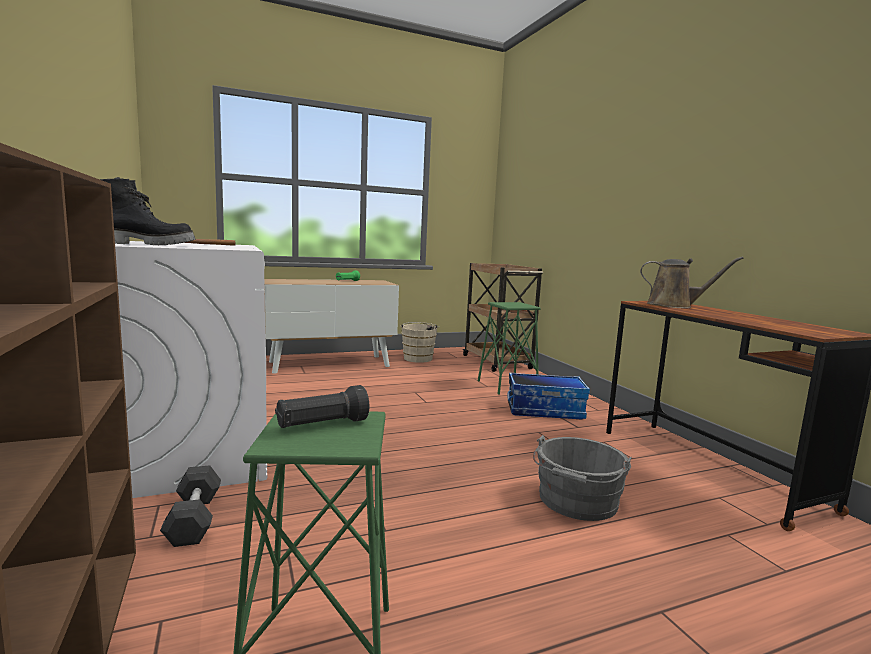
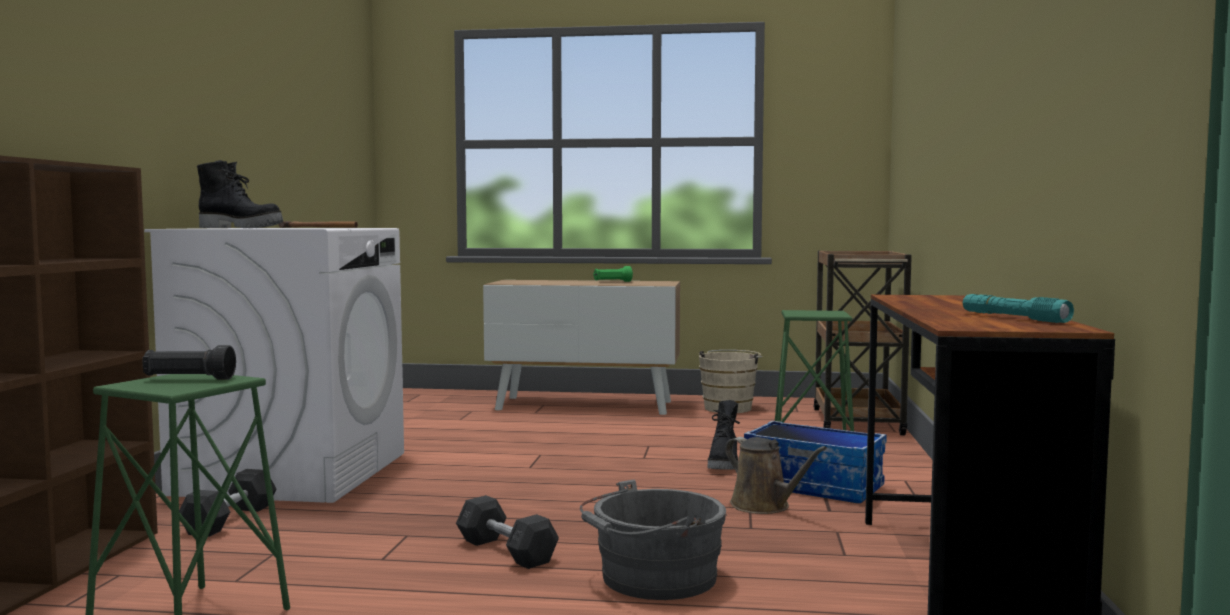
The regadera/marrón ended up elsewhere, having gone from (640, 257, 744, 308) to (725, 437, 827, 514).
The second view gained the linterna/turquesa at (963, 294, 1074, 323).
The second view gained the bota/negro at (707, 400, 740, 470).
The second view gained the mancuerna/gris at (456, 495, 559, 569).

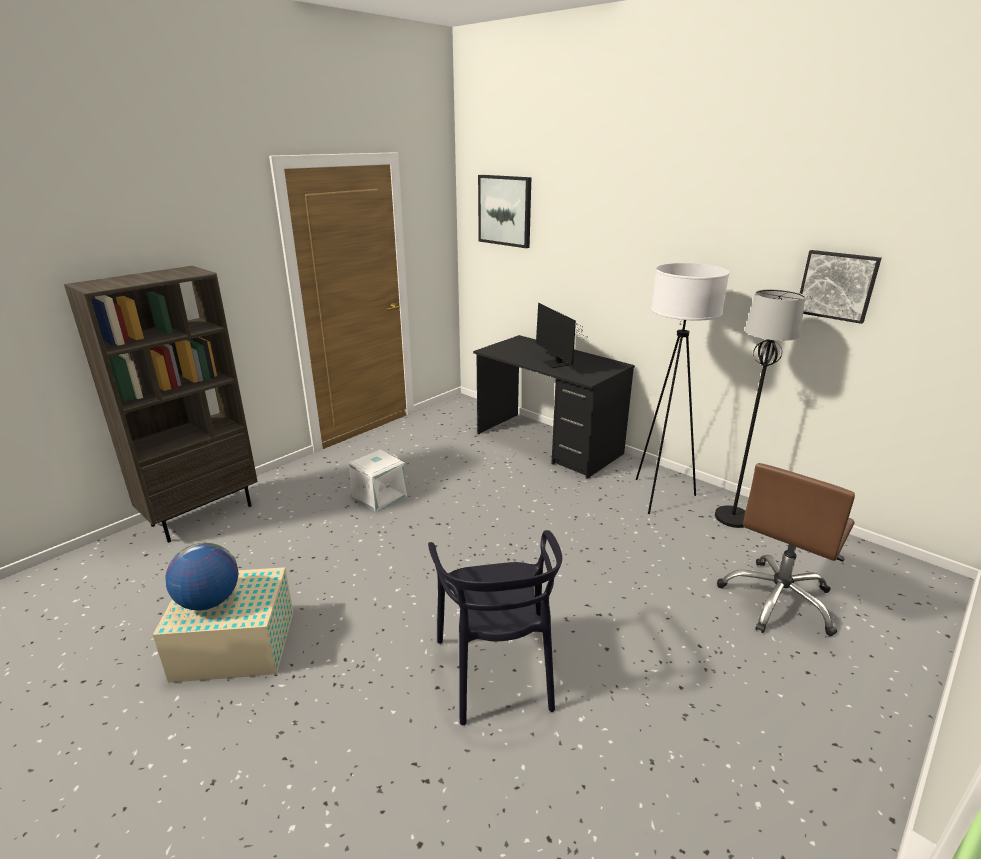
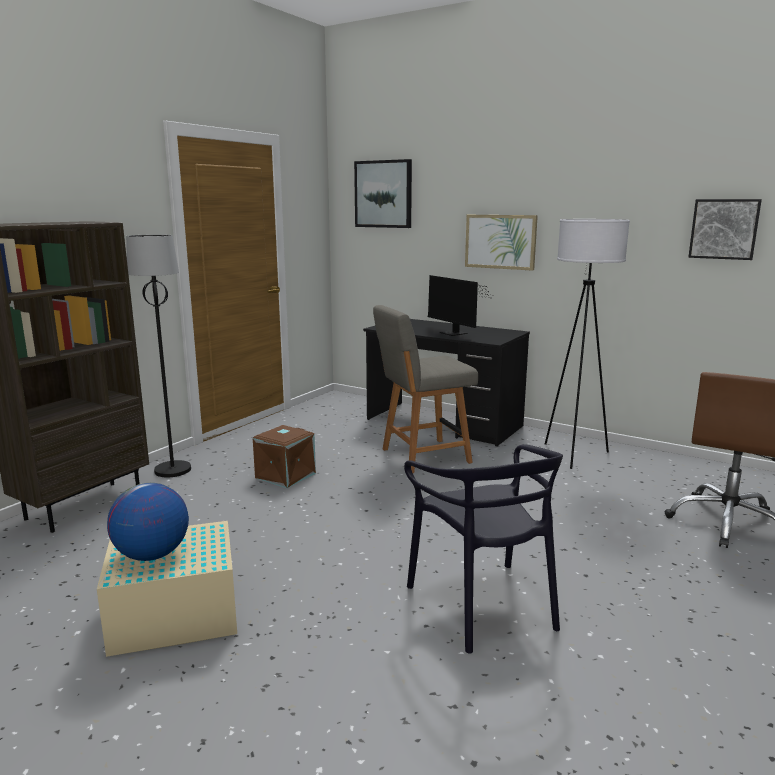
The lámpara de pie/negro ended up elsewhere, having gone from (715, 289, 805, 528) to (126, 235, 191, 477).
What was the caja de almacenaje/blanco at (349, 449, 407, 512) turned into the caja de almacenaje/marrón at (253, 425, 316, 488).
The second view gained the cuadro at (465, 215, 538, 271).
The second view gained the silla/gris at (373, 305, 478, 473).

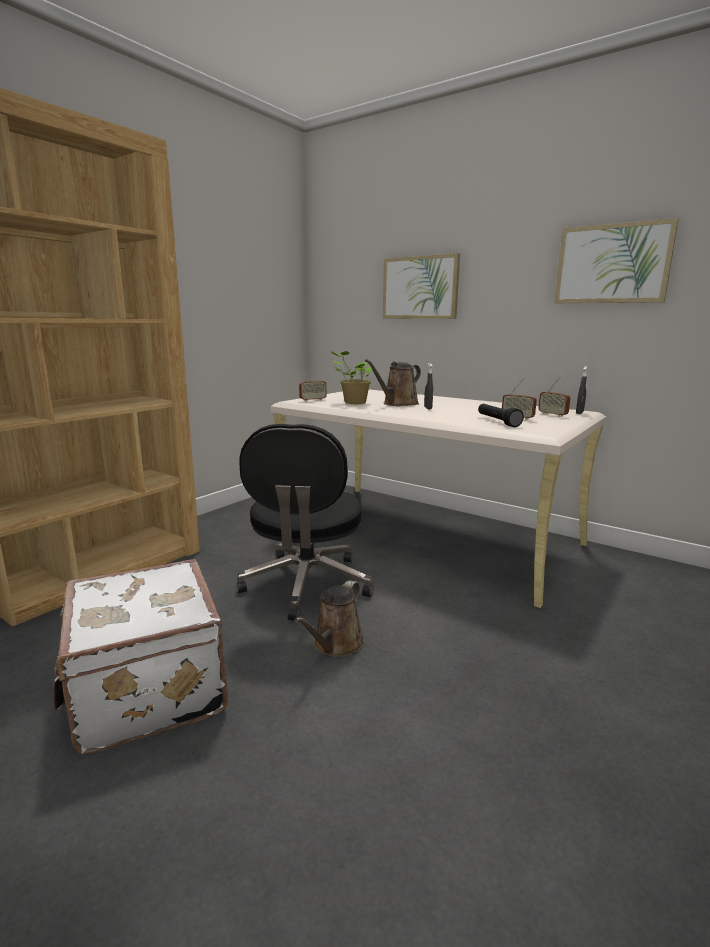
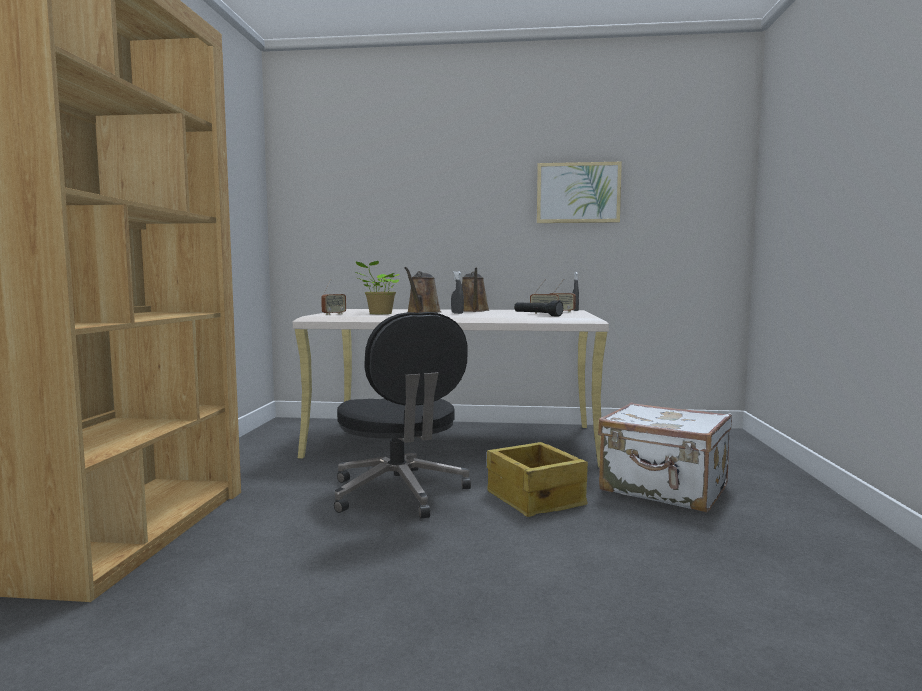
The second view lost the cuadro at (383, 253, 460, 319).
The maleta/blanco ended up elsewhere, having gone from (53, 559, 228, 754) to (598, 402, 732, 512).
The regadera/marrón ended up elsewhere, having gone from (294, 580, 365, 657) to (462, 268, 489, 312).
The second view gained the caja de embalaje at (487, 442, 588, 517).

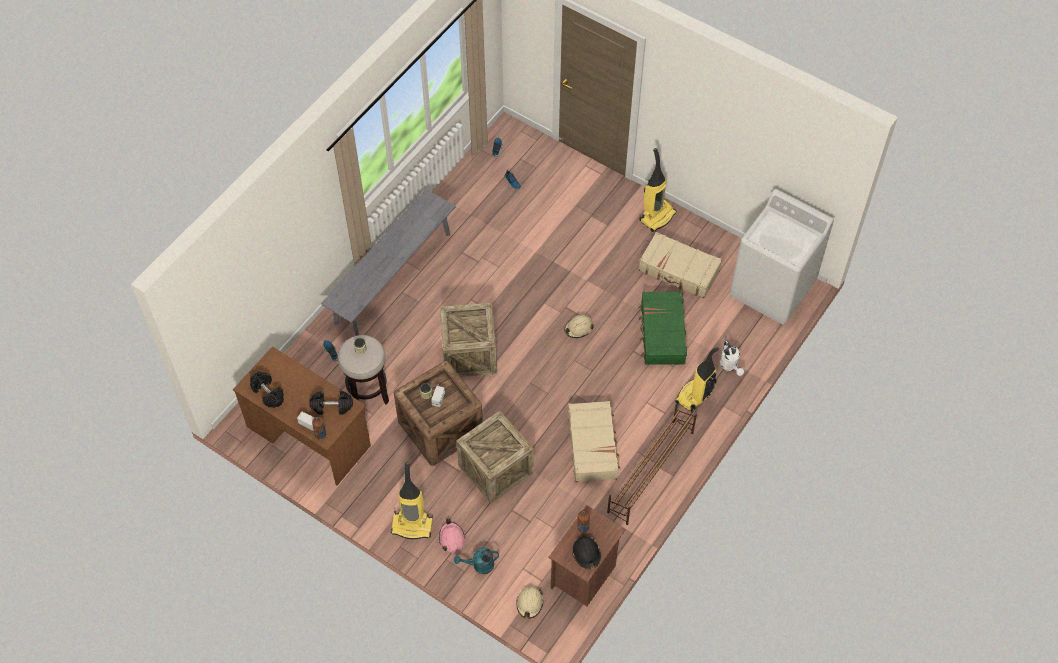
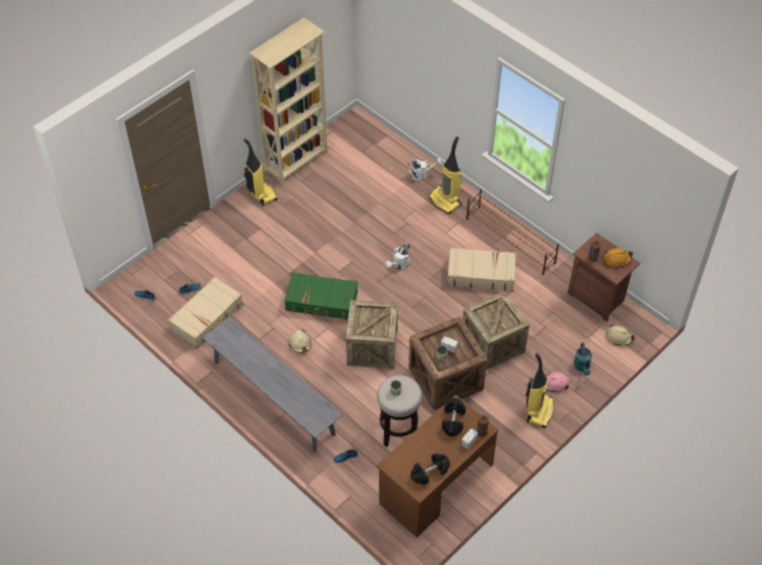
The second view lost the lavadora/blanco at (730, 189, 834, 325).
The maleta/beis ended up elsewhere, having gone from (638, 232, 722, 298) to (168, 277, 243, 348).
The maleta/verde ended up elsewhere, having gone from (638, 291, 687, 365) to (284, 272, 358, 320).
The casco/beis ended up elsewhere, having gone from (564, 315, 594, 338) to (289, 329, 311, 353).
What was the casco/negro at (572, 536, 601, 569) turned into the casco/naranja at (603, 248, 633, 268).
The second view gained the estantería/beis at (250, 17, 328, 185).
The second view gained the regadera/blanco at (386, 243, 410, 269).

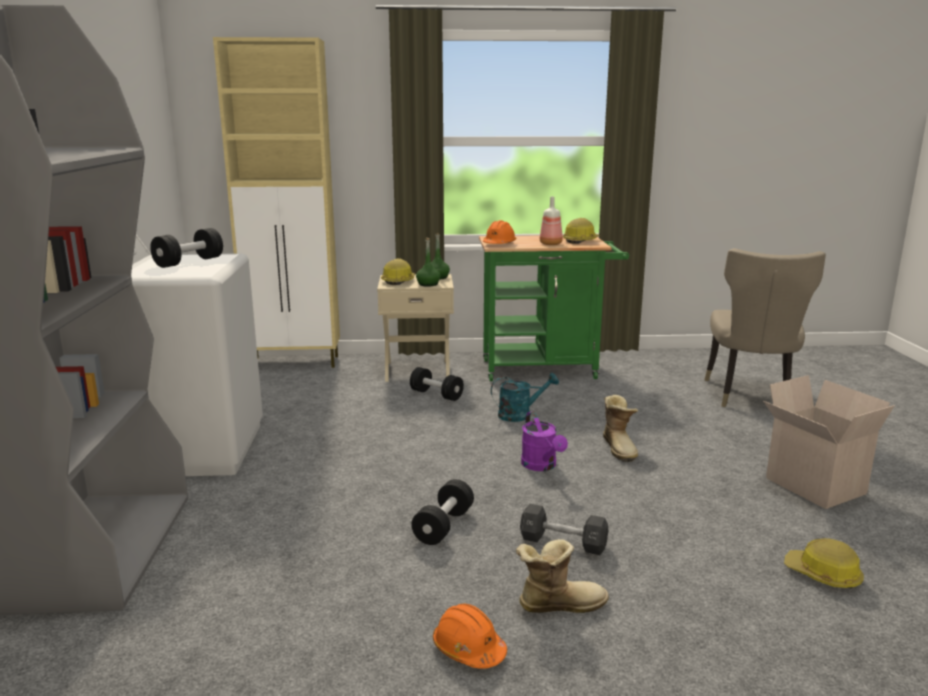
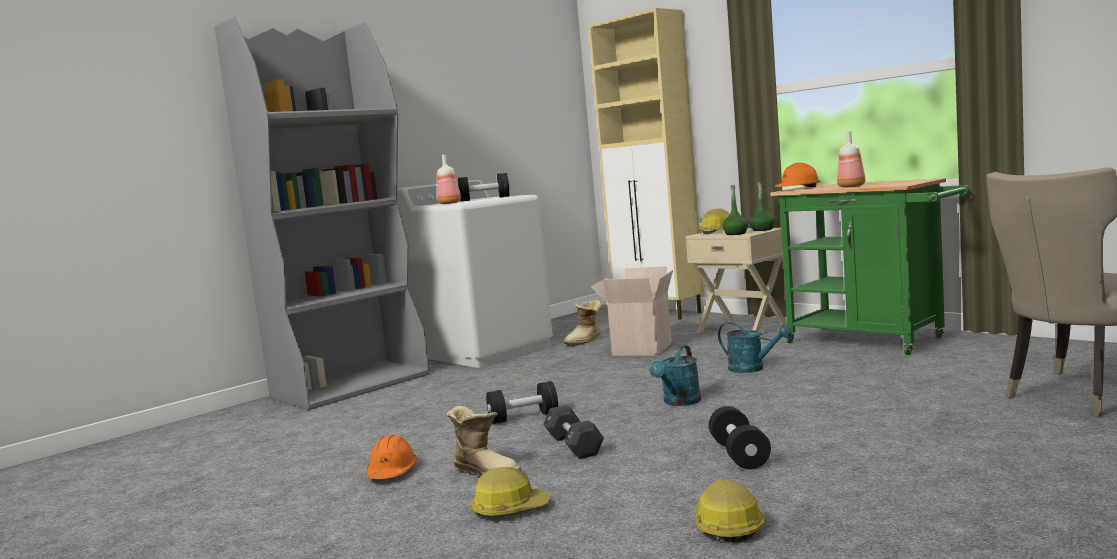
The casco ended up elsewhere, having gone from (563, 218, 600, 244) to (470, 467, 550, 517).
The mancuerna/negro ended up elsewhere, having gone from (410, 367, 464, 401) to (709, 406, 771, 469).
The caja de cartón ended up elsewhere, having gone from (763, 375, 895, 509) to (591, 266, 673, 356).
The bota ended up elsewhere, having gone from (603, 395, 638, 462) to (564, 300, 602, 347).
What was the regadera/morado at (521, 411, 568, 471) turned into the regadera/turquesa at (650, 346, 701, 406).
The second view gained the botella at (437, 155, 461, 204).

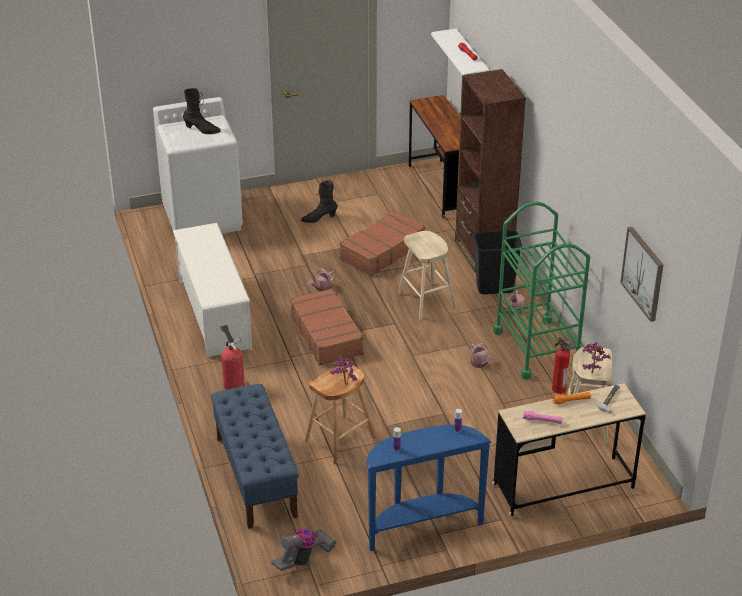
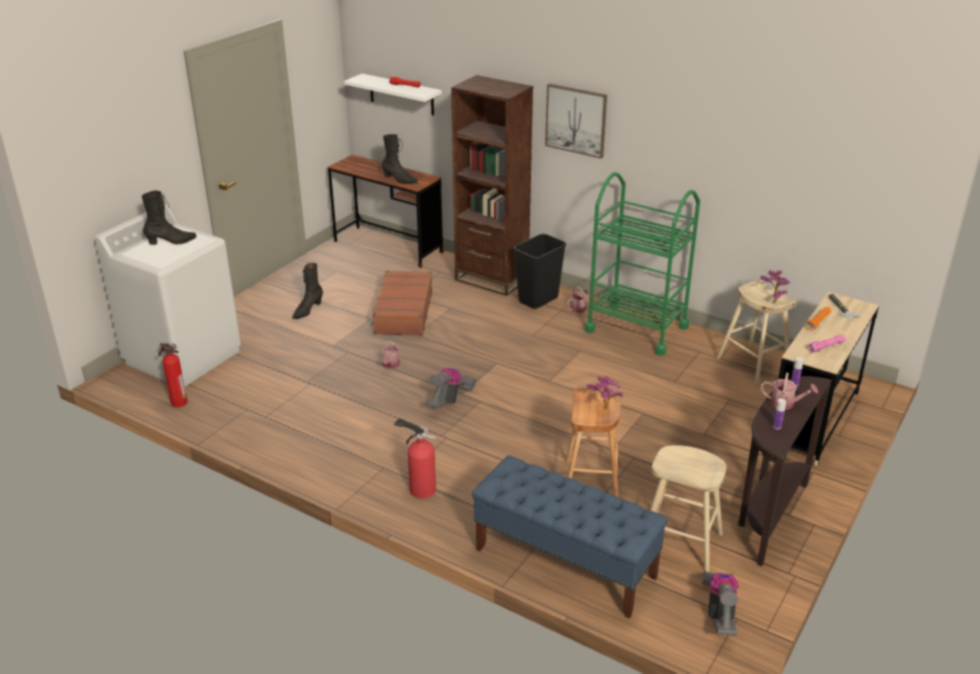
The second view lost the zapatero/blanco at (173, 223, 252, 357).
The cuadro ended up elsewhere, having gone from (620, 227, 663, 322) to (545, 83, 607, 159).
The taburete/beis ended up elsewhere, having gone from (398, 231, 456, 320) to (650, 445, 727, 572).
Where the maleta/marrón stood at (290, 288, 364, 365), the aspiradora came to stand at (425, 368, 476, 408).
The extintor ended up elsewhere, having gone from (552, 337, 571, 394) to (158, 343, 188, 407).
The regadera ended up elsewhere, having gone from (470, 343, 494, 368) to (761, 373, 818, 410).
What was the mesa consola/azul at (367, 425, 492, 551) turned into the mesa consola/marrón at (738, 376, 832, 566).
The second view gained the bota/negro at (382, 134, 418, 184).

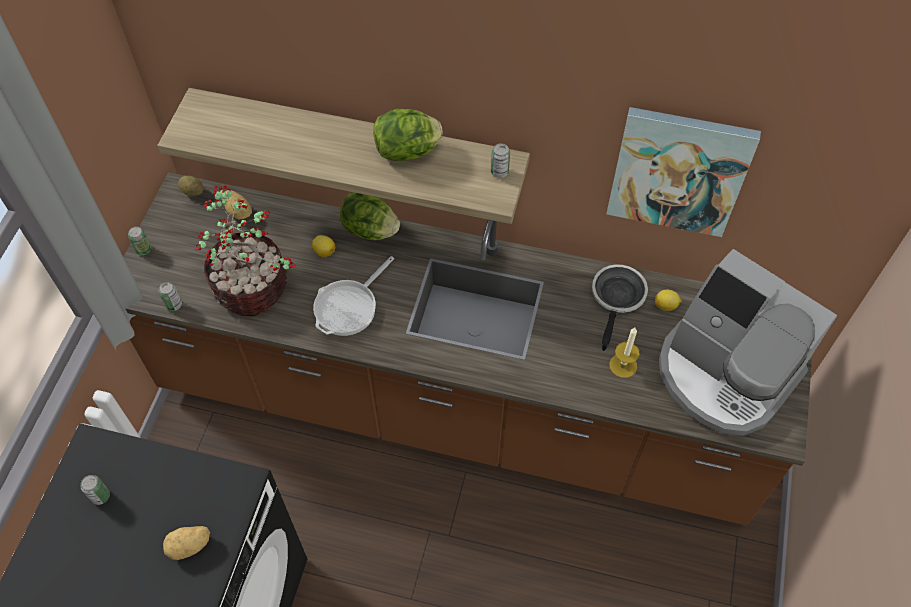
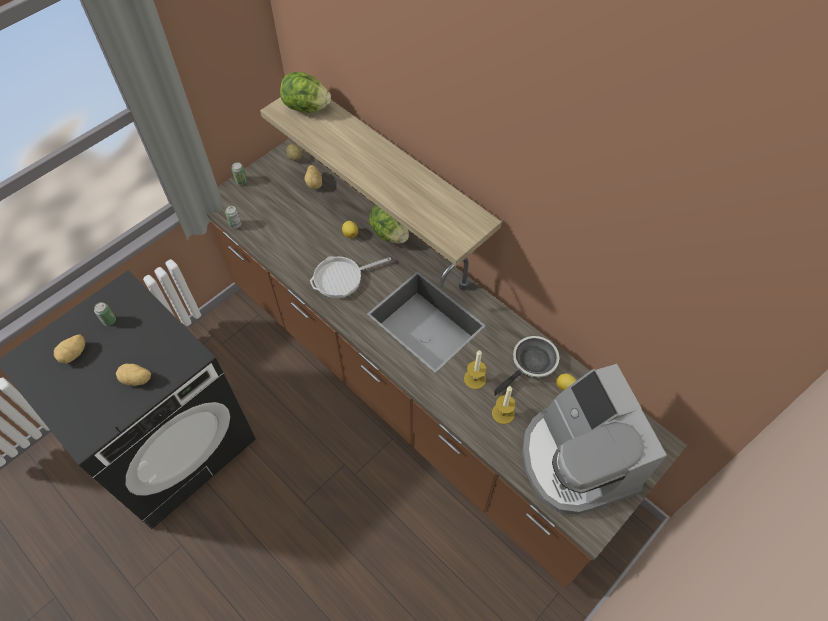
The second view lost the cuadro at (607, 107, 761, 237).
The lechuga ended up elsewhere, having gone from (373, 109, 443, 161) to (280, 72, 331, 113).
The second view lost the lata at (491, 143, 510, 178).
The second view lost the planta en maceta at (194, 185, 296, 316).
The second view gained the patata at (54, 334, 85, 364).
The second view gained the vela at (464, 350, 486, 389).

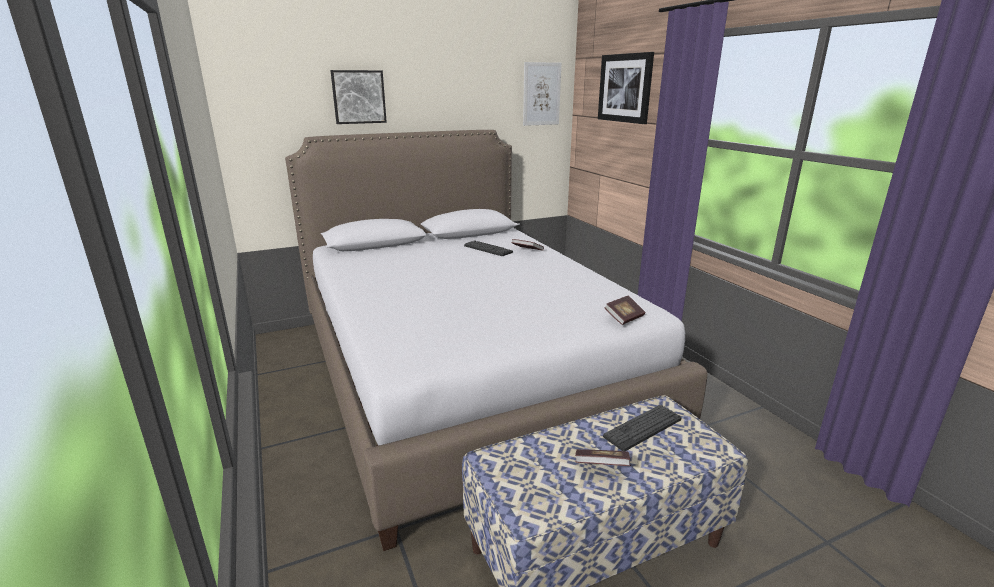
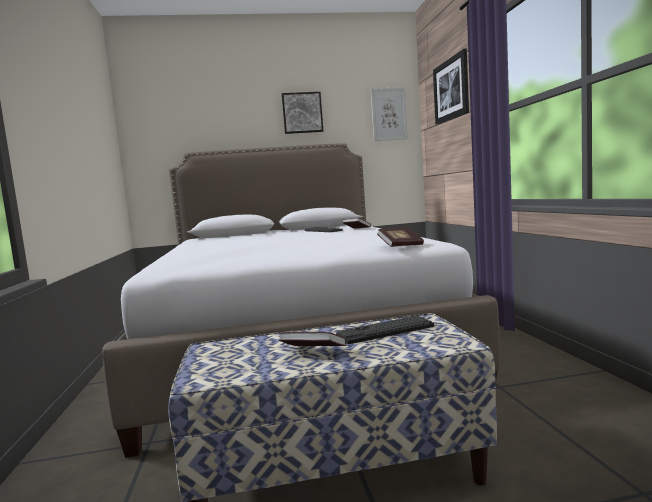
The cuadro ended up elsewhere, having gone from (330, 70, 387, 124) to (282, 92, 323, 134).

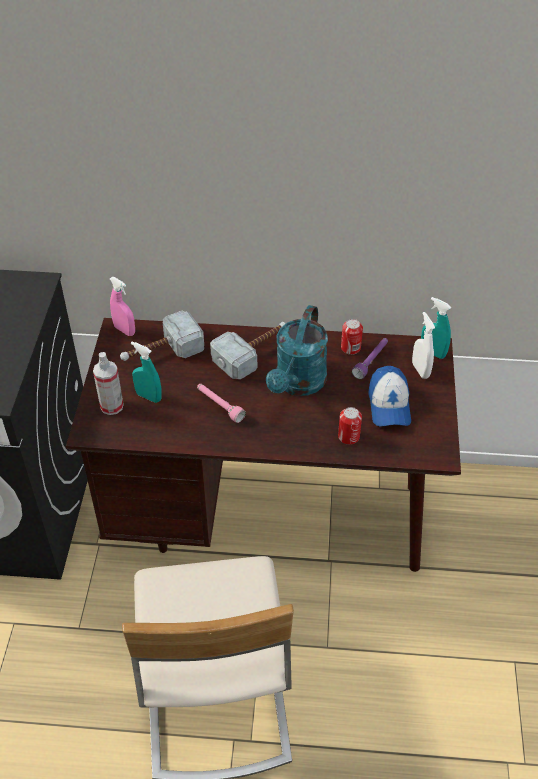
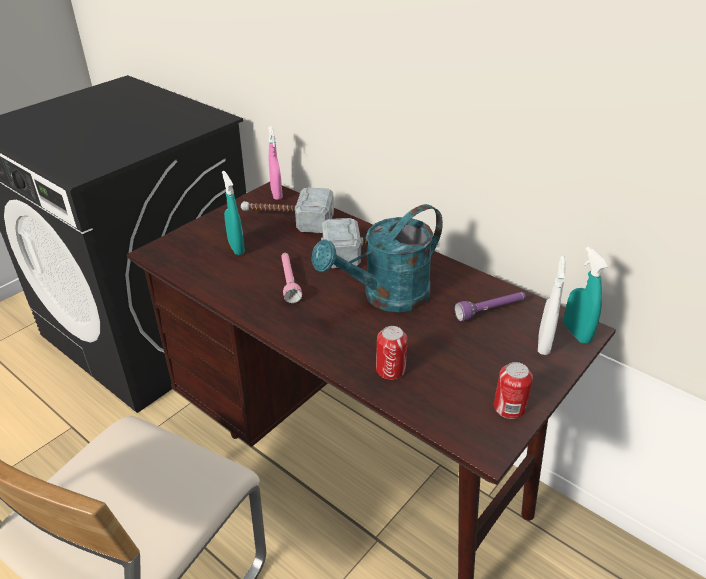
The lata ended up elsewhere, having gone from (341, 319, 363, 355) to (494, 362, 533, 419).
The second view lost the pulverizador at (93, 352, 124, 415).
The second view lost the gorra at (368, 366, 411, 427).

